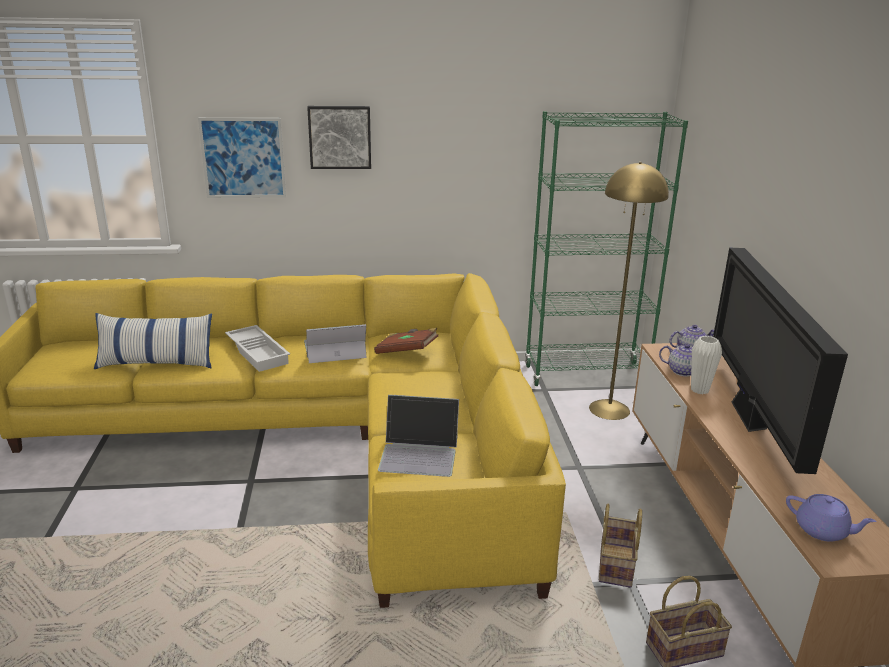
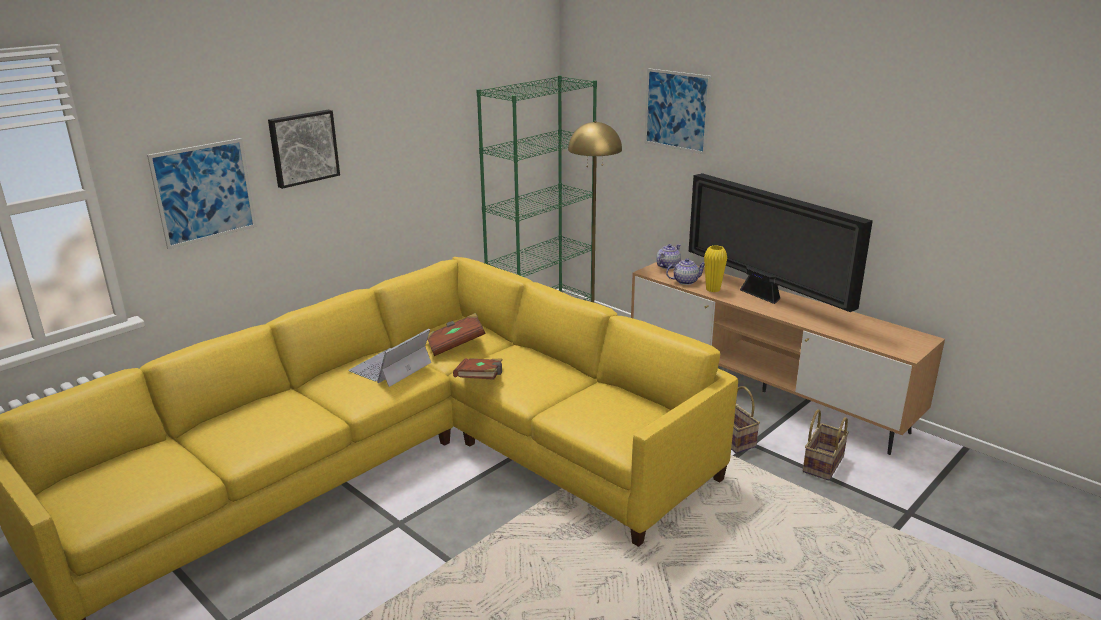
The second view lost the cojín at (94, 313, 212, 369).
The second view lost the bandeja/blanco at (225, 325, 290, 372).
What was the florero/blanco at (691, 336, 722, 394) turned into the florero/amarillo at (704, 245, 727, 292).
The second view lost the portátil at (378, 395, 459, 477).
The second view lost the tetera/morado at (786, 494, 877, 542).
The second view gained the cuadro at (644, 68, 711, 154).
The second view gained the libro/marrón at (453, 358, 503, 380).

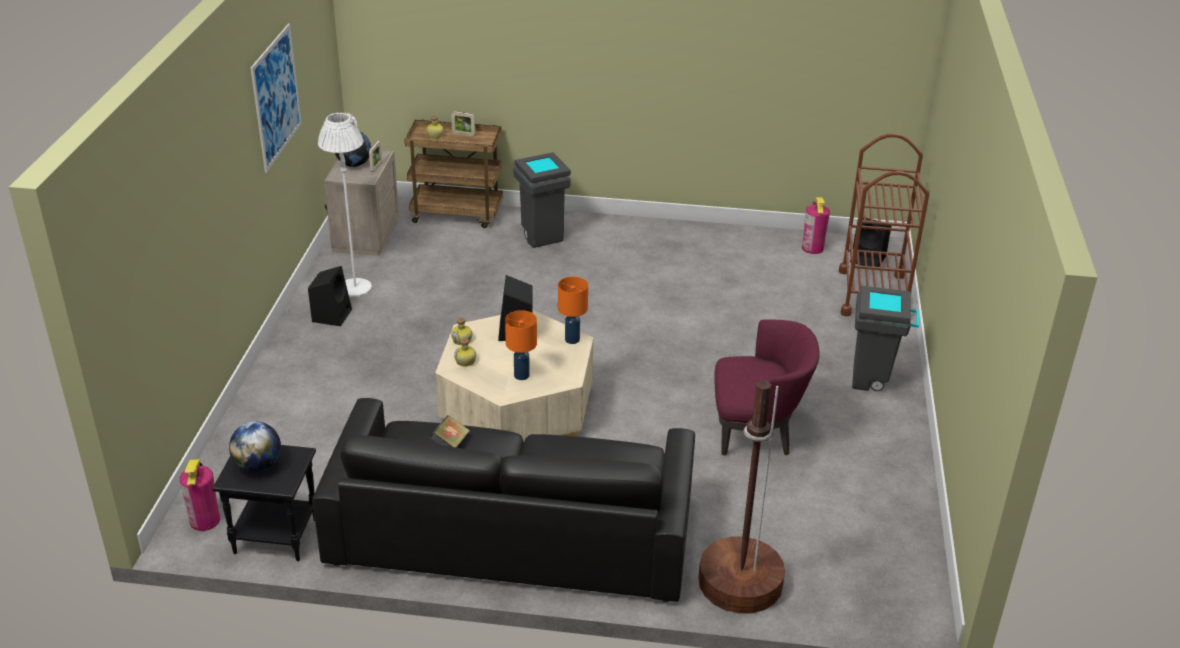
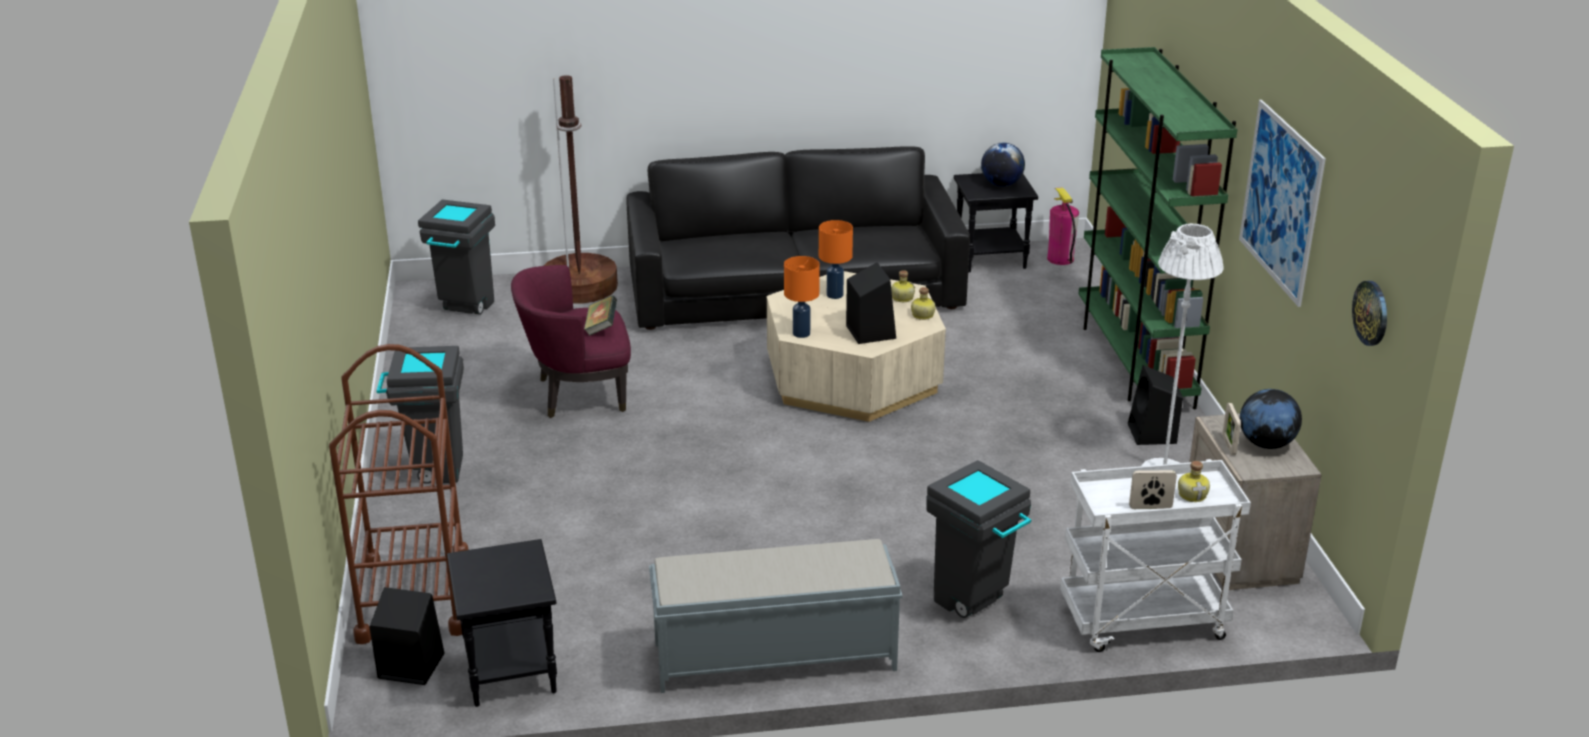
What was the carrito/marrón at (405, 120, 503, 228) turned into the carrito/blanco at (1060, 459, 1251, 652).
Where the extintor stood at (802, 197, 830, 254), the mesa auxiliar/negro came to stand at (447, 539, 557, 707).
The libro ended up elsewhere, having gone from (430, 415, 470, 448) to (584, 296, 617, 336).
The second view gained the estantería/verde at (1078, 47, 1237, 409).
The second view gained the papelera/gris at (418, 199, 495, 315).
The second view gained the reloj de pared at (1352, 281, 1387, 346).
The second view gained the banco/gris at (649, 539, 903, 693).

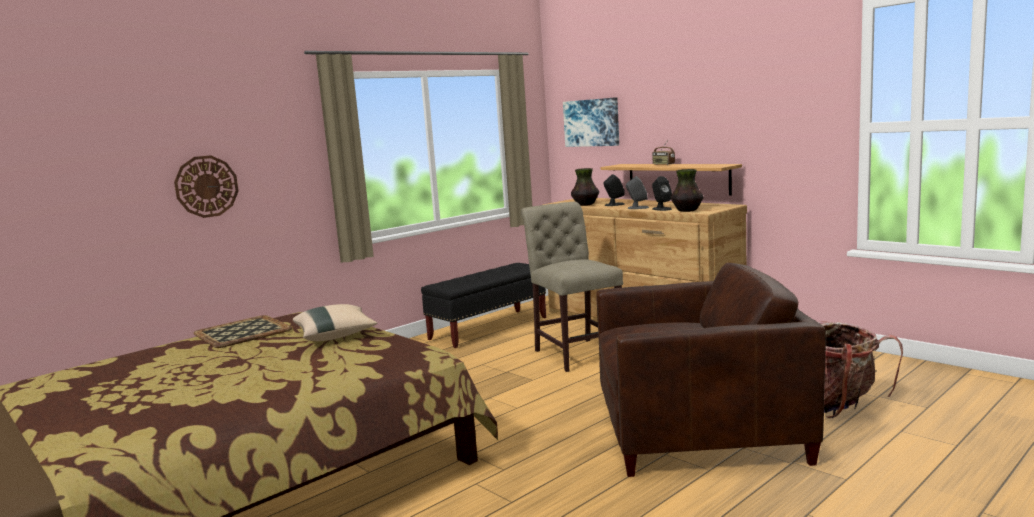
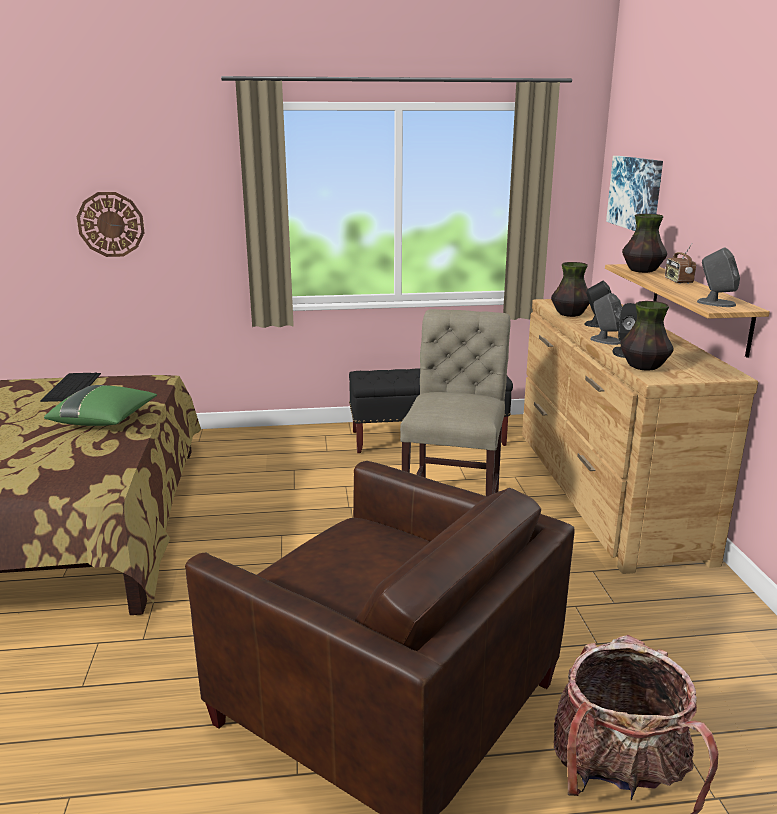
What was the cojín/beis at (293, 304, 377, 341) turned into the cojín/verde at (44, 385, 157, 426).
Where the bandeja stood at (194, 315, 292, 348), the teclado came to stand at (40, 373, 101, 402).
The second view gained the florero at (622, 214, 667, 273).
The second view gained the altavoz/gris at (697, 248, 740, 307).

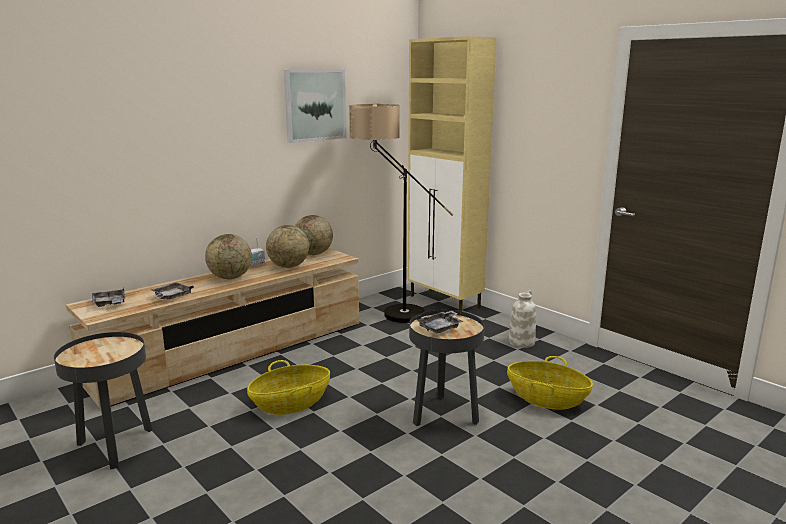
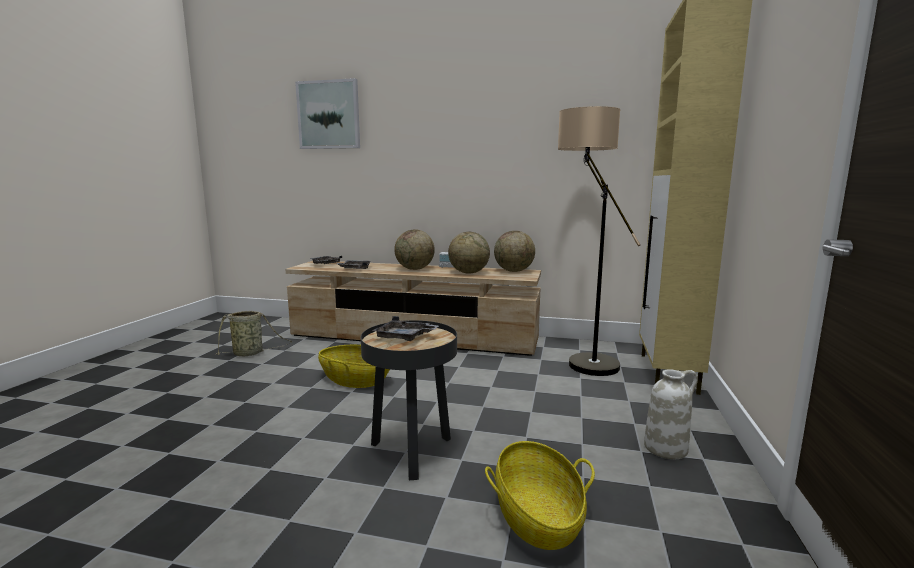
The cuadro ended up elsewhere, having gone from (284, 69, 347, 143) to (295, 78, 360, 149).
Where the mesa auxiliar/negro stood at (54, 332, 152, 469), the cesta came to stand at (215, 311, 292, 356).

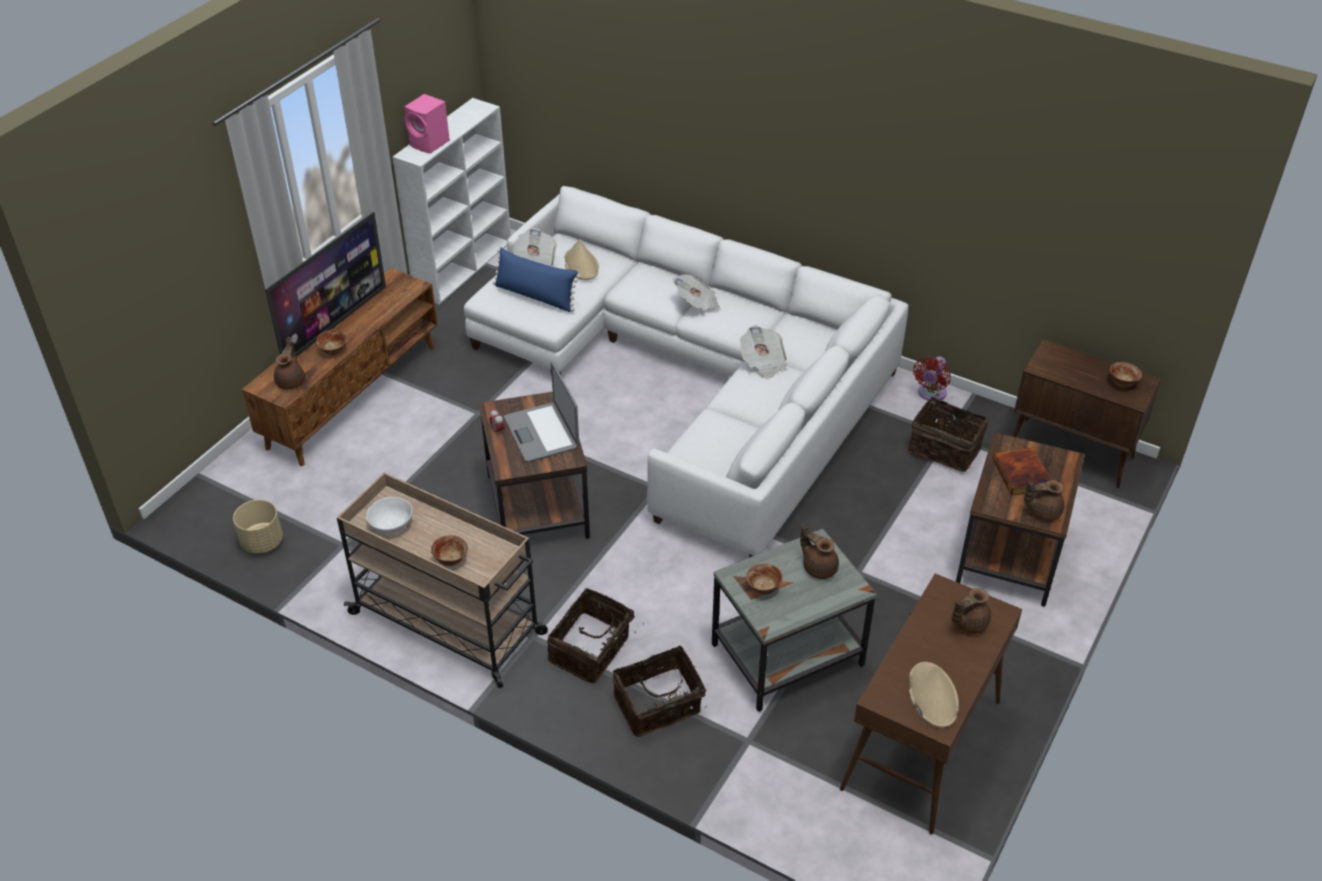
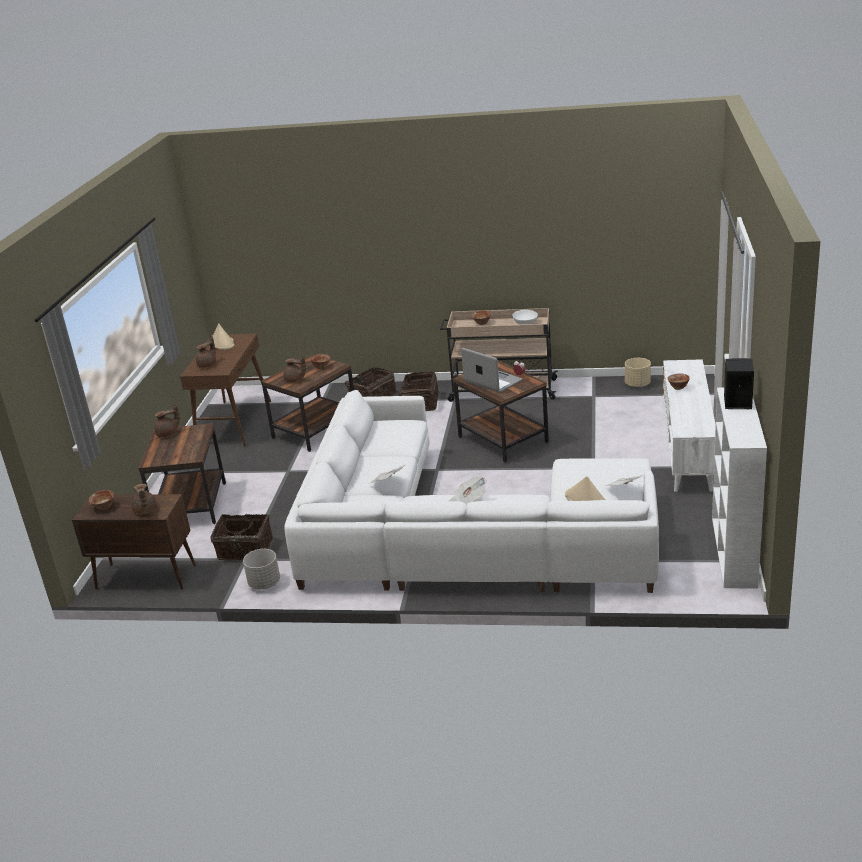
What was the altavoz/rosa at (404, 94, 450, 154) turned into the altavoz/negro at (724, 358, 754, 409).
The second view lost the televisor at (265, 212, 386, 357).
The second view lost the cojín/azul at (493, 247, 581, 312).
What was the mueble de televisión/marrón at (242, 268, 438, 466) turned into the mueble de televisión/blanco at (663, 359, 716, 492).
The tetera/marrón ended up elsewhere, having gone from (274, 337, 305, 390) to (132, 484, 157, 514).
Where the ventilador/rojo stood at (913, 356, 951, 401), the maceta/gris came to stand at (243, 549, 280, 589).
The second view lost the libro at (993, 448, 1051, 496).
What was the mesa auxiliar/gris at (712, 529, 877, 712) turned into the mesa auxiliar/marrón at (261, 354, 354, 452).

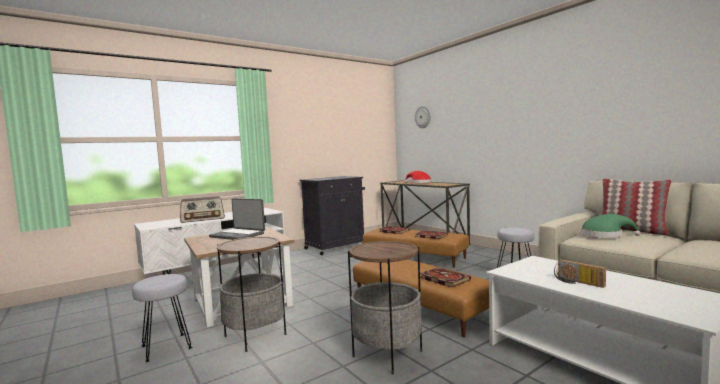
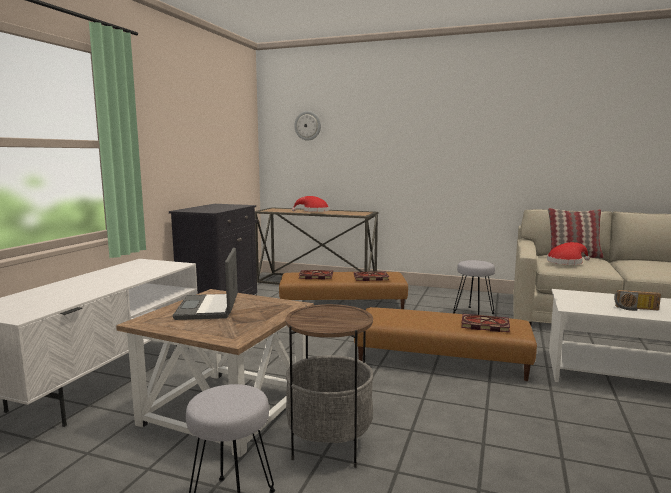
The second view lost the radio at (180, 196, 225, 223).
The portátil at (209, 198, 265, 240) ended up facing another way, 90 degrees clockwise from before.
What was the sombrero/verde at (581, 214, 641, 238) turned into the sombrero/rojo at (547, 242, 590, 265).
The second view lost the mesa auxiliar at (348, 241, 422, 374).

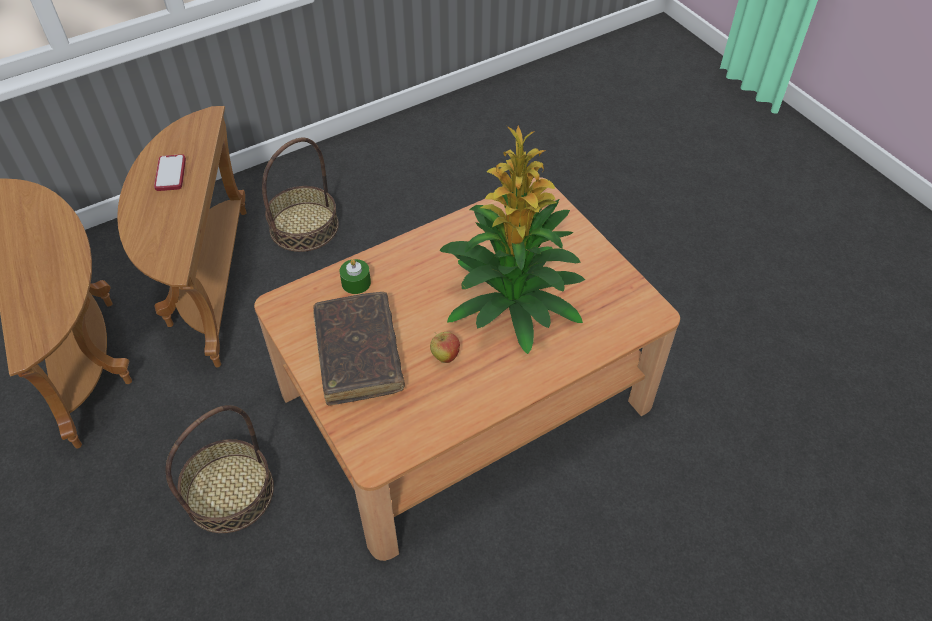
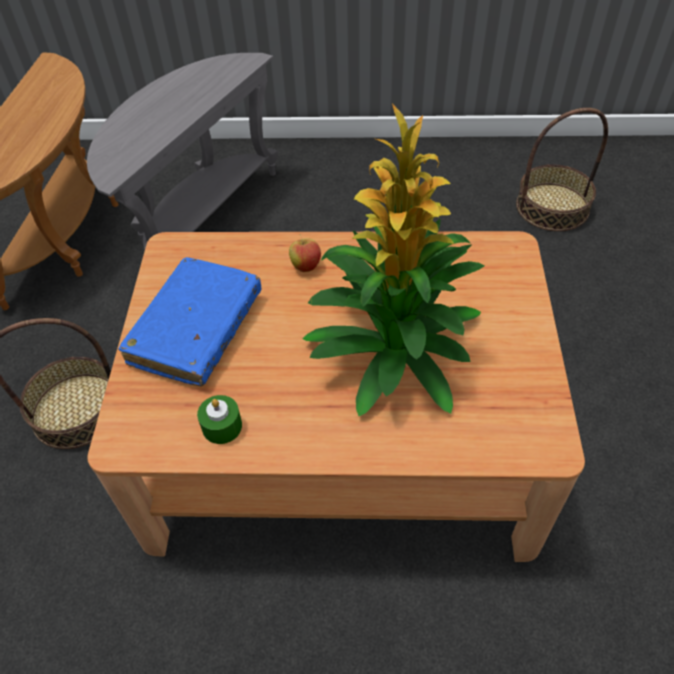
What was the mesa auxiliar/marrón at (117, 106, 246, 367) turned into the mesa auxiliar/gris at (87, 53, 279, 249).
The cesta ended up elsewhere, having gone from (262, 138, 339, 252) to (516, 108, 608, 231).
The second view lost the móvil at (154, 154, 186, 191).
The vela/verde ended up elsewhere, having gone from (339, 259, 371, 294) to (197, 395, 242, 444).
What was the libro/marrón at (313, 292, 405, 406) turned into the libro/azul at (118, 257, 261, 387).
The manzana ended up elsewhere, having gone from (430, 332, 460, 363) to (289, 234, 321, 272).

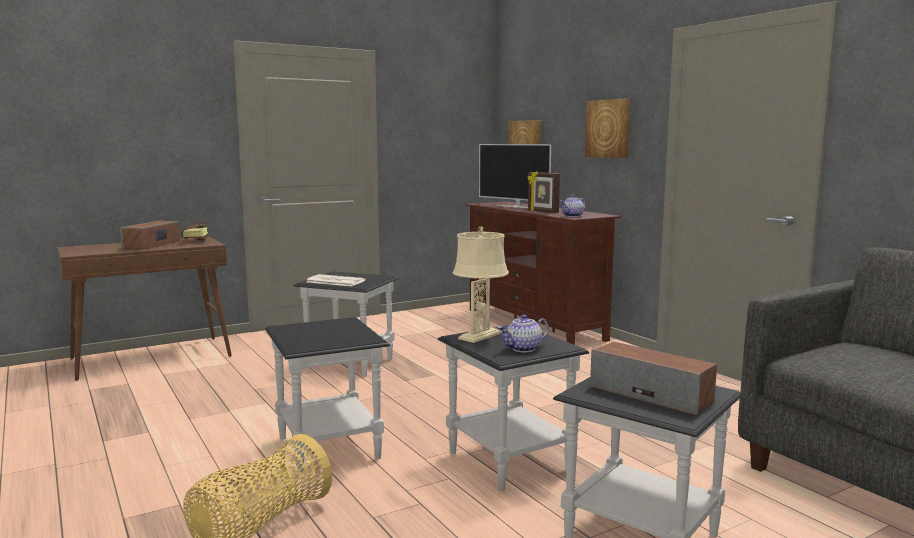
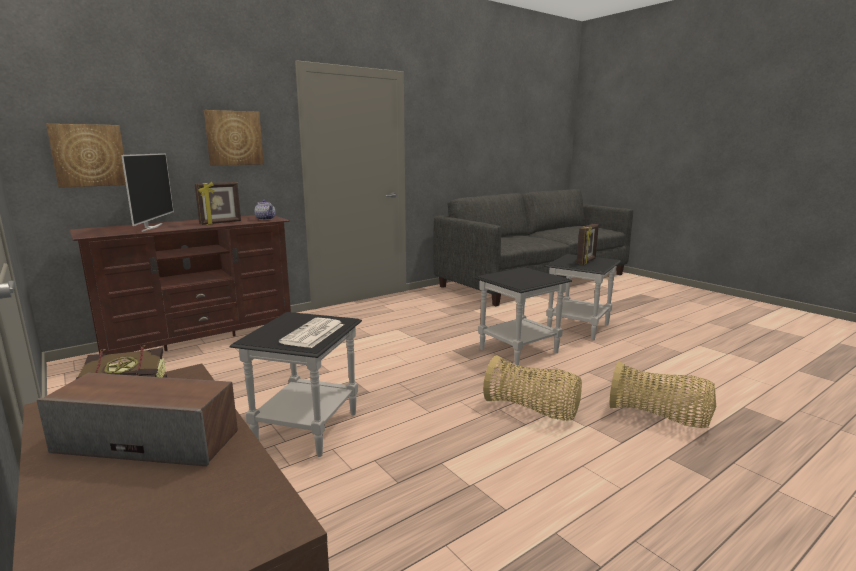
The televisor at (479, 144, 551, 208) ended up facing another way, 45 degrees counterclockwise from before.
The second view lost the lámpara de mesa/beis at (453, 226, 509, 343).
The second view lost the tetera at (498, 315, 549, 352).
Where the mesa auxiliar/negro stood at (265, 317, 390, 473), the cesta came to stand at (483, 355, 582, 421).
Where the altavoz stood at (590, 342, 717, 415), the portarretratos came to stand at (577, 224, 599, 265).

